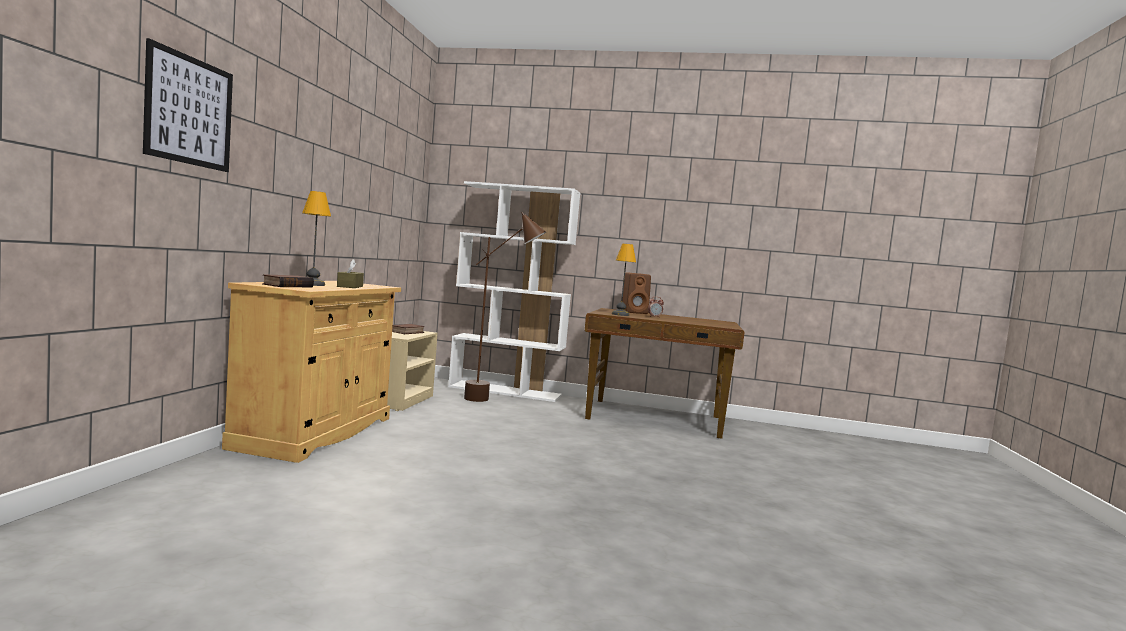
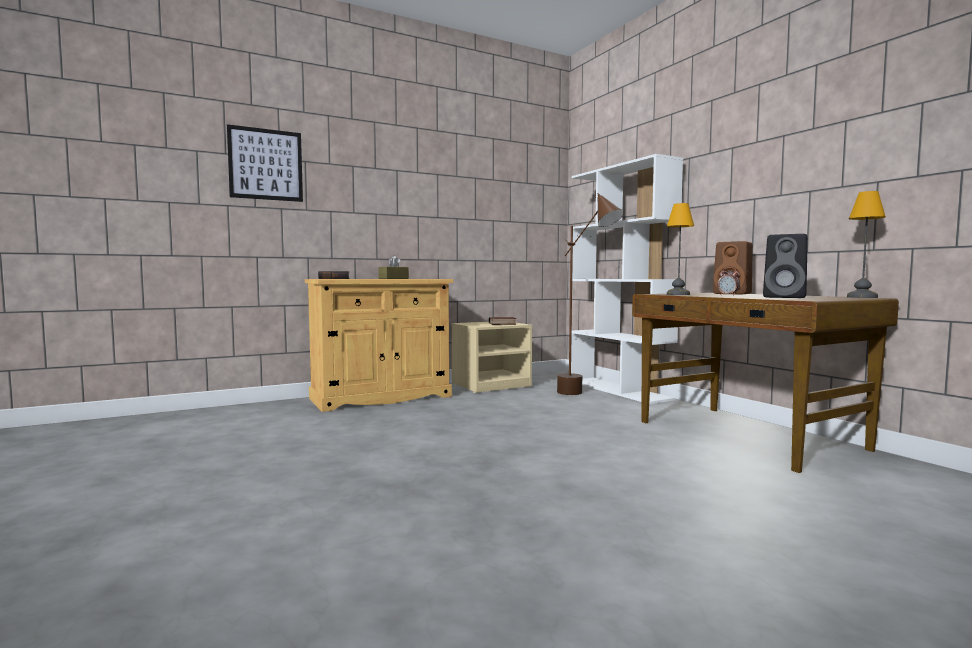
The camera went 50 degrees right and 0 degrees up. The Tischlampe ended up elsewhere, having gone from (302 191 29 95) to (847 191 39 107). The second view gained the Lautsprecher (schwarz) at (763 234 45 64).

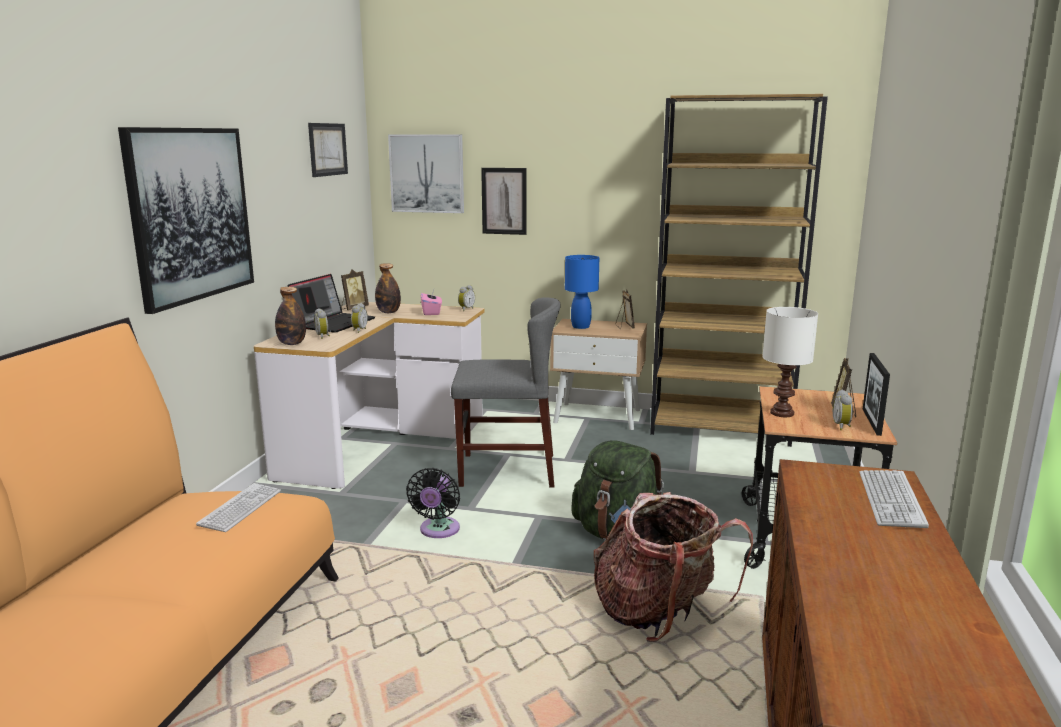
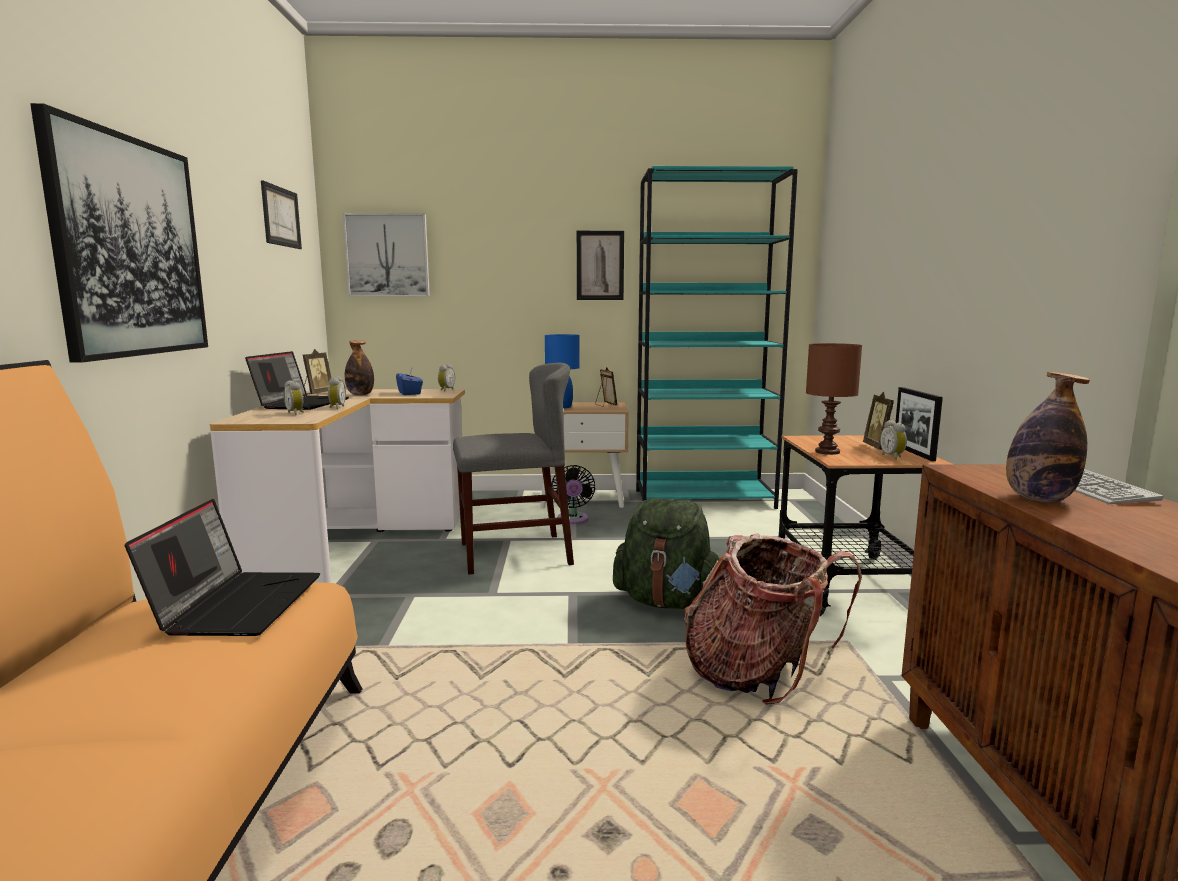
The camera went 15 degrees left and 5 degrees down. What was the Bücherregal (braun) at (650 94 178 353) turned into the Bücherregal (türkis) at (636 166 162 343). The Bild ended up elsewhere, having gone from (481 168 45 67) to (577 231 47 69). The Flasche ended up elsewhere, having gone from (275 287 31 58) to (1006 372 84 130). What was the Taschentuchbox (rosa) at (421 290 21 25) turned into the Taschentuchbox (blau) at (396 367 27 28). What was the Tischlampe (weiß) at (762 307 56 110) turned into the Tischlampe (braun) at (806 343 56 112). The Ventilator (schwarz) ended up elsewhere, having gone from (406 468 54 70) to (551 465 44 59). Where the Tastatur stood at (196 483 85 49), the Laptop came to stand at (125 499 195 137).

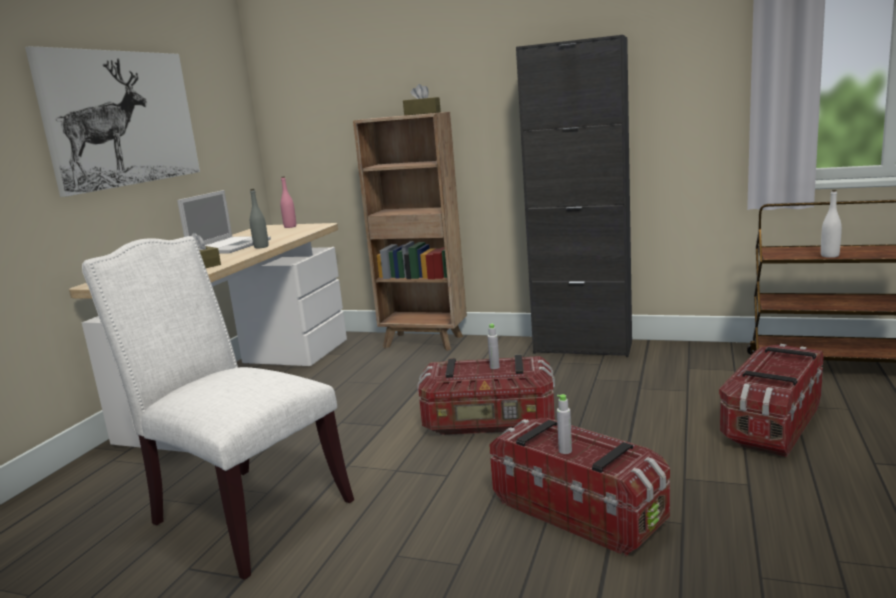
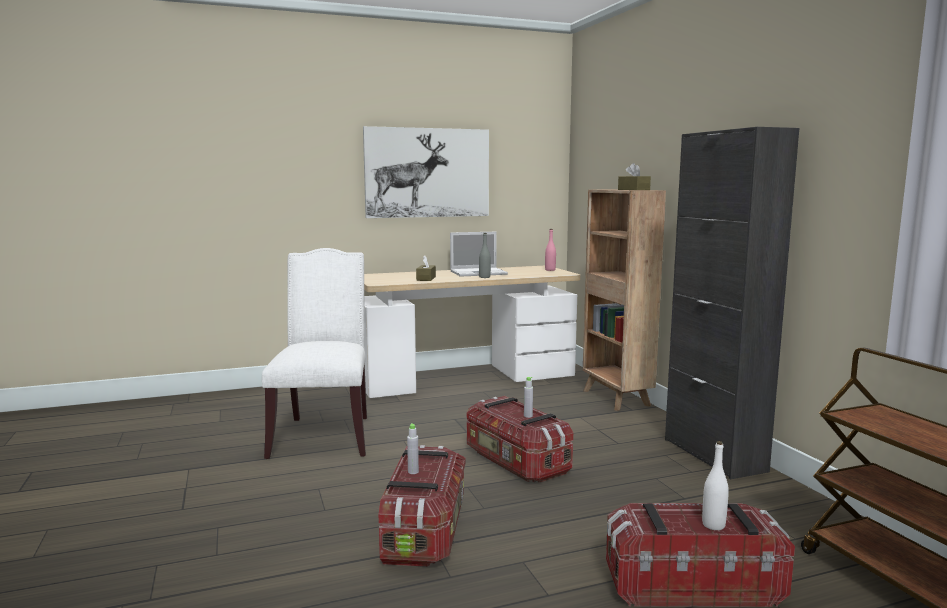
The camera went 50 degrees right and 5 degrees down. The Flasche (weiß) ended up elsewhere, having gone from (821 190 21 68) to (702 441 27 89).

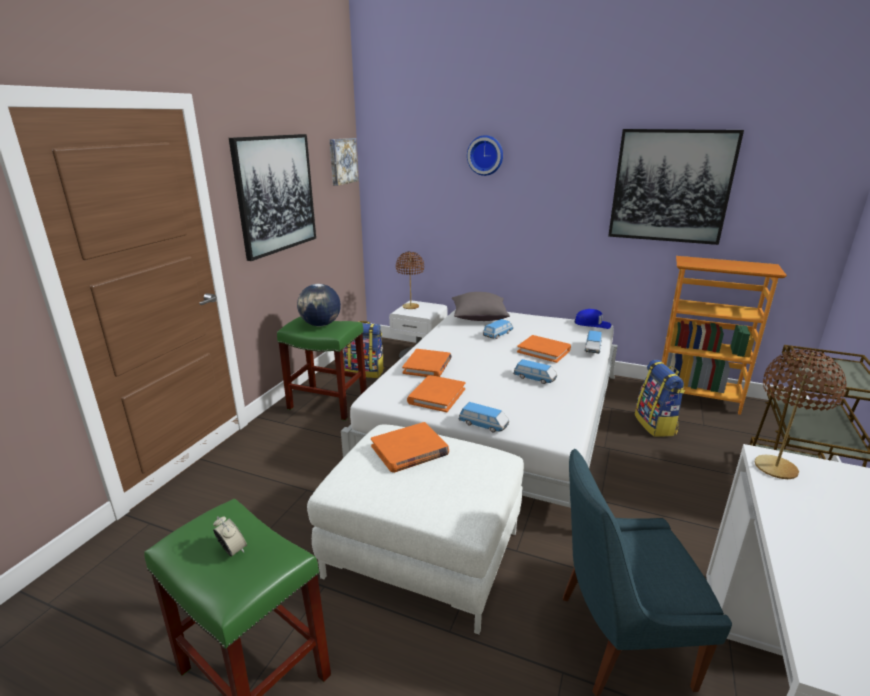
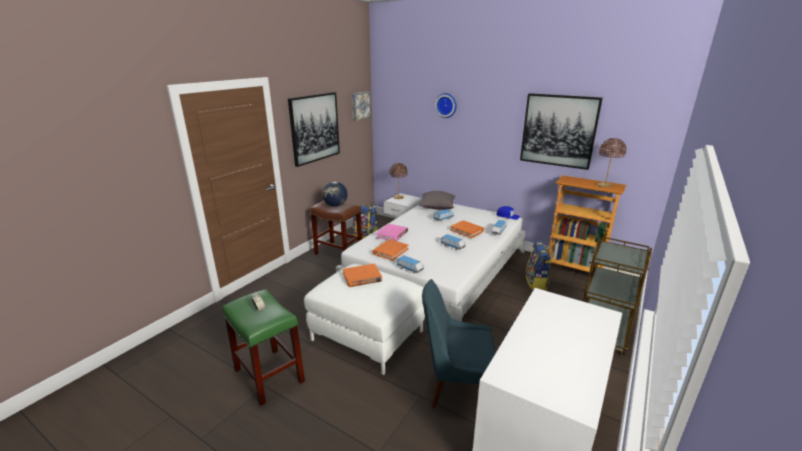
The camera went 10 degrees right and 0 degrees up. What was the Hocker (grün) at (277 316 90 105) turned into the Hocker (braun) at (310 201 52 54). What was the Buch (orange) at (402 349 50 28) turned into the Buch (rosa) at (376 224 32 17). The Tischlampe (braun) ended up elsewhere, having gone from (754 349 93 130) to (598 138 28 50).

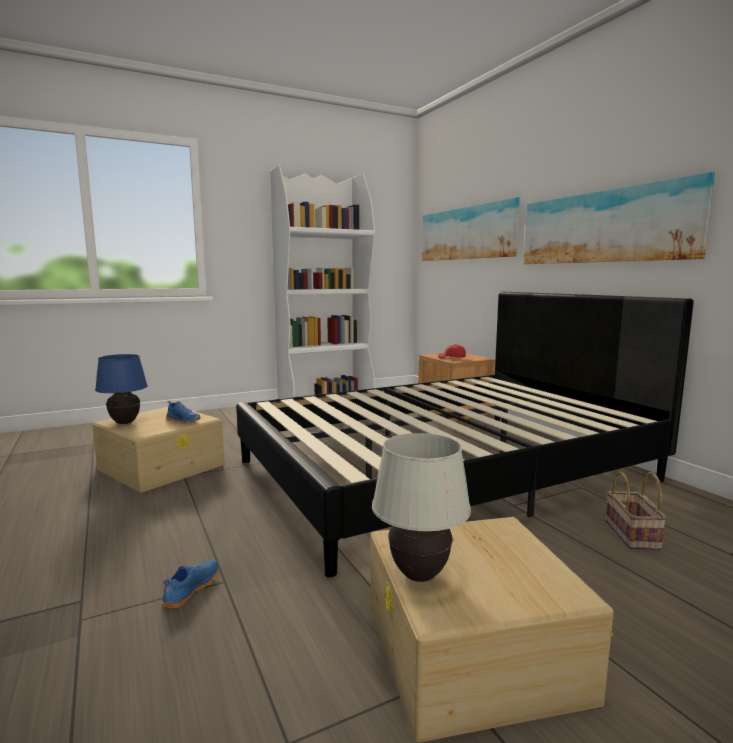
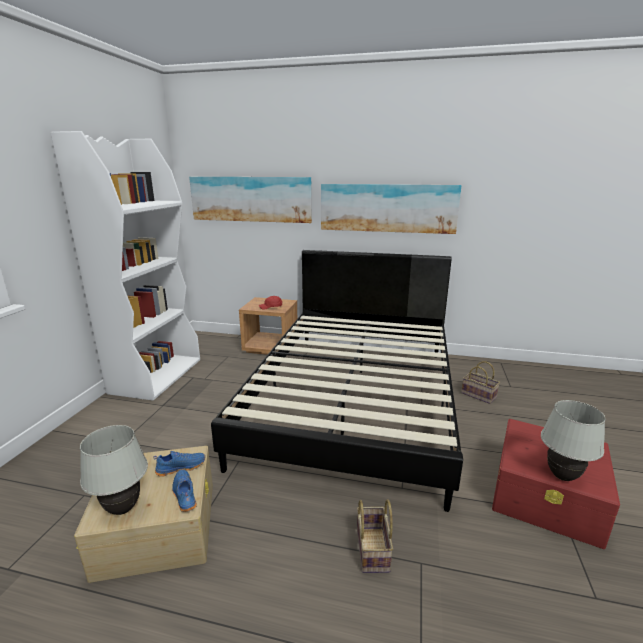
The camera went 50 degrees left and 10 degrees up. What was the Tischlampe (blau) at (95 354 53 70) turned into the Tischlampe (weiß) at (80 425 68 90). What was the Aufbewahrungsbox (beige) at (370 517 244 225) turned into the Aufbewahrungsbox (rot) at (492 419 128 130). The Schuh (blau) ended up elsewhere, having gone from (162 559 56 49) to (172 469 25 43). The second view gained the Korb at (357 499 36 74).

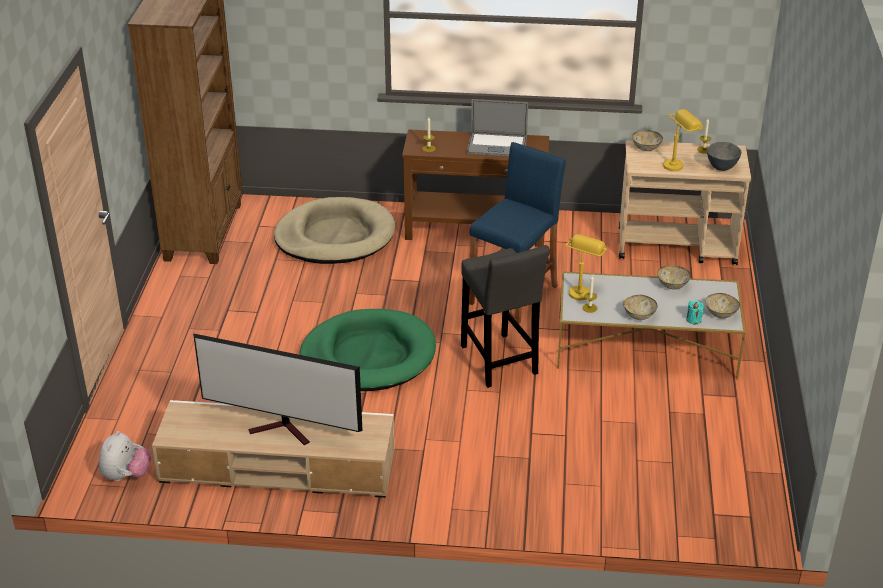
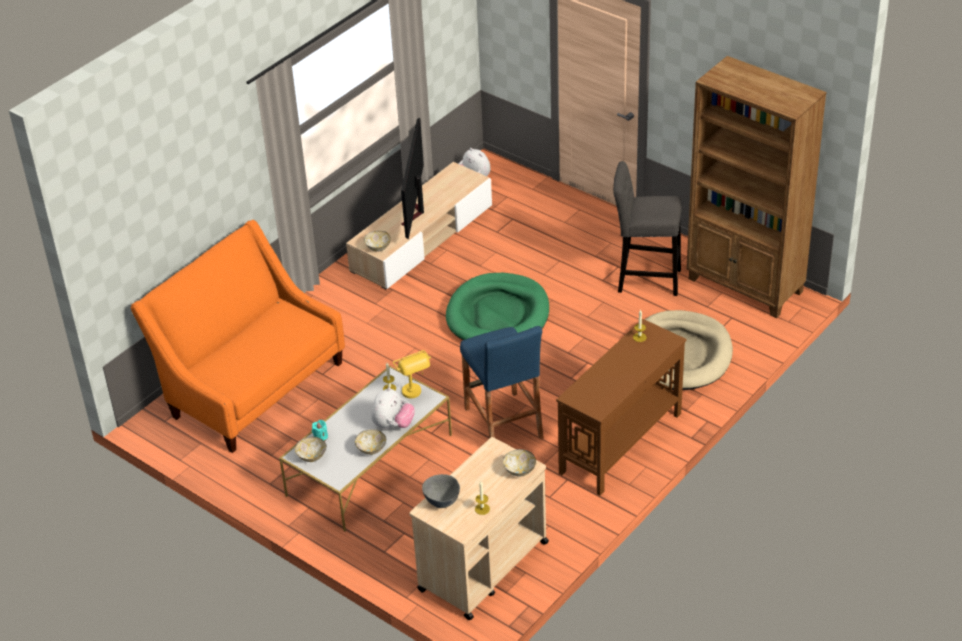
The camera went 125 degrees right and 5 degrees up. The second view lost the Laptop at (467 99 61 57). The second view lost the Tischlampe (gelb) at (663 109 40 62). The Hocker (grau) ended up elsewhere, having gone from (461 245 89 143) to (613 161 69 135). The Schüssel ended up elsewhere, having gone from (623 295 35 25) to (364 231 27 21). The Fernseher at (193 333 170 112) ended up facing another way, 45 degrees counterclockwise from before. The second view gained the Sofa (orange) at (131 220 214 233). The second view gained the Plüschtier at (371 387 44 42).

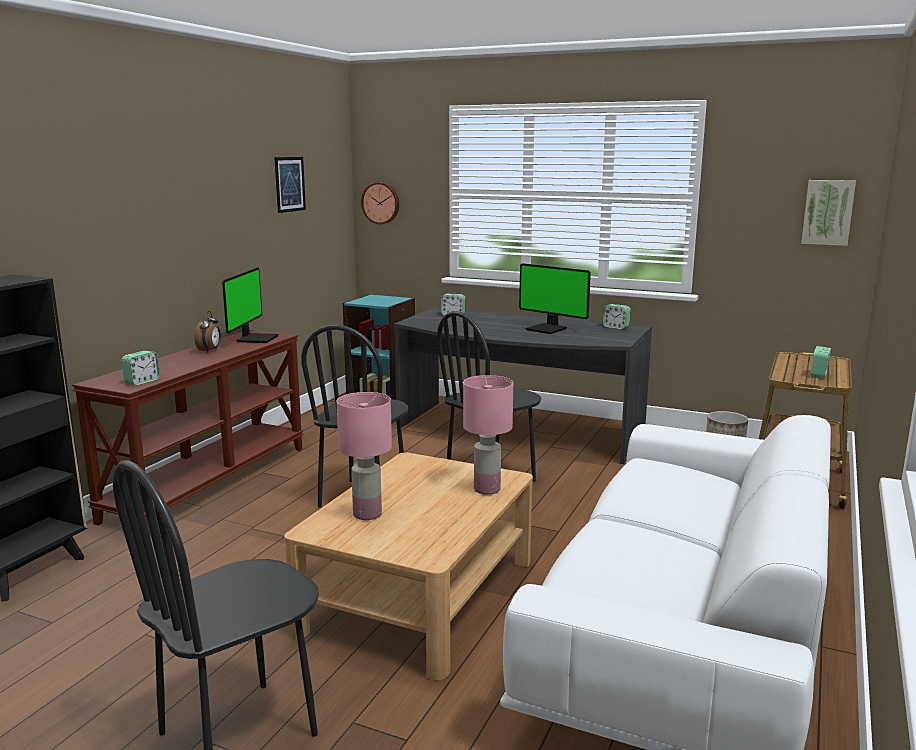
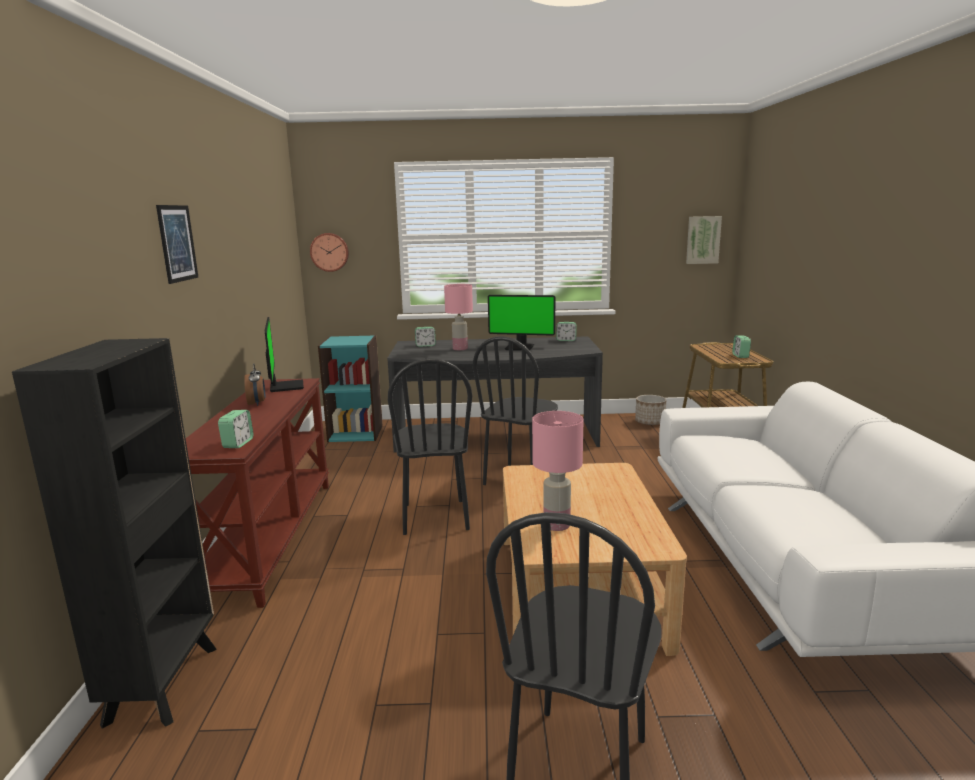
The camera went 25 degrees left and 0 degrees up. The Bild ended up elsewhere, having gone from (274 157 32 56) to (156 205 42 79). The Tischlampe (rosa) ended up elsewhere, having gone from (463 375 50 120) to (444 284 29 66).

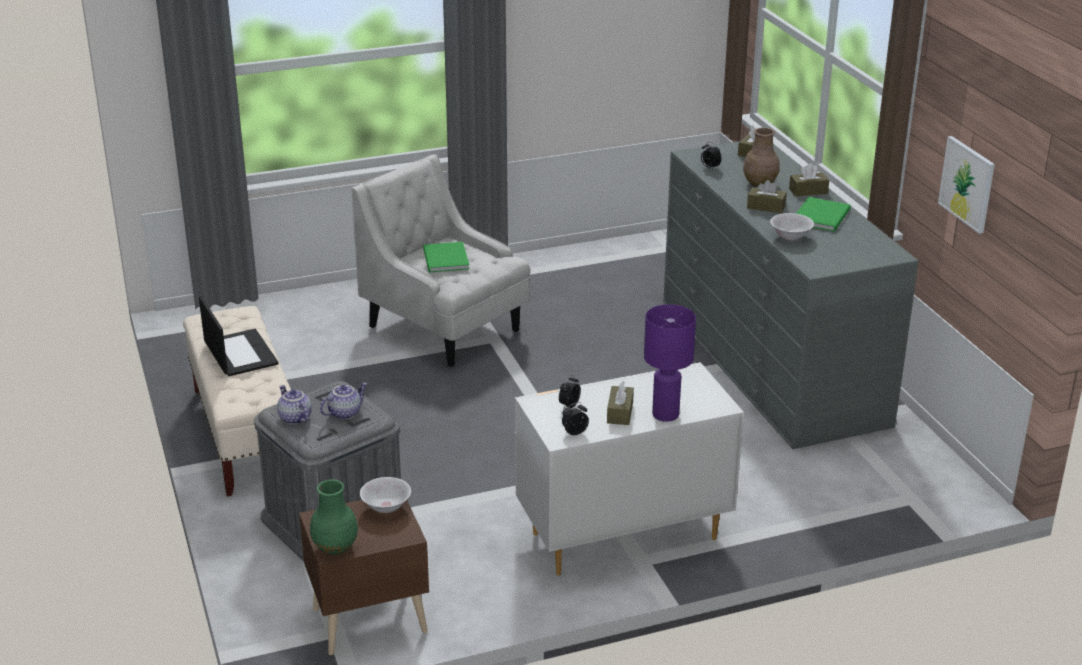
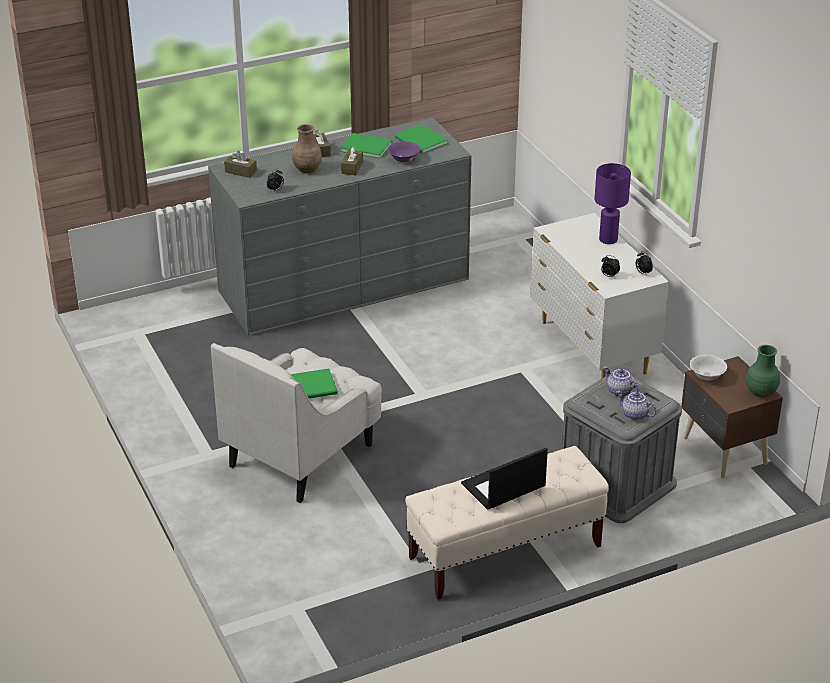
The camera went 95 degrees left and 5 degrees up. The second view lost the Bild at (938 136 57 98). What was the Schüssel (weiß) at (770 213 44 28) turned into the Schüssel (lila) at (388 141 33 22). The second view lost the Taschentuchbox (braun) at (607 381 27 44). The Teekanne at (277 385 35 39) ended up facing another way, 75 degrees clockwise from before. The second view gained the Buch (grün) at (395 125 53 29).

